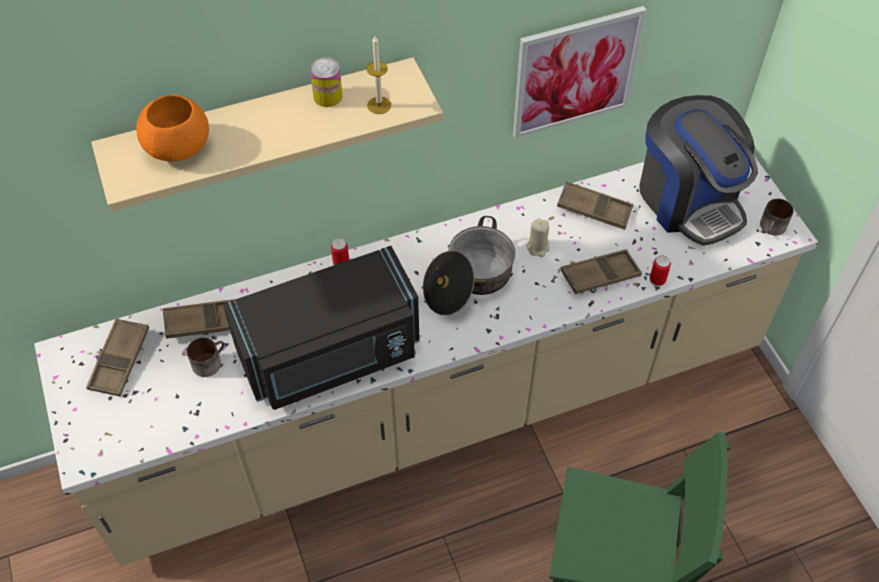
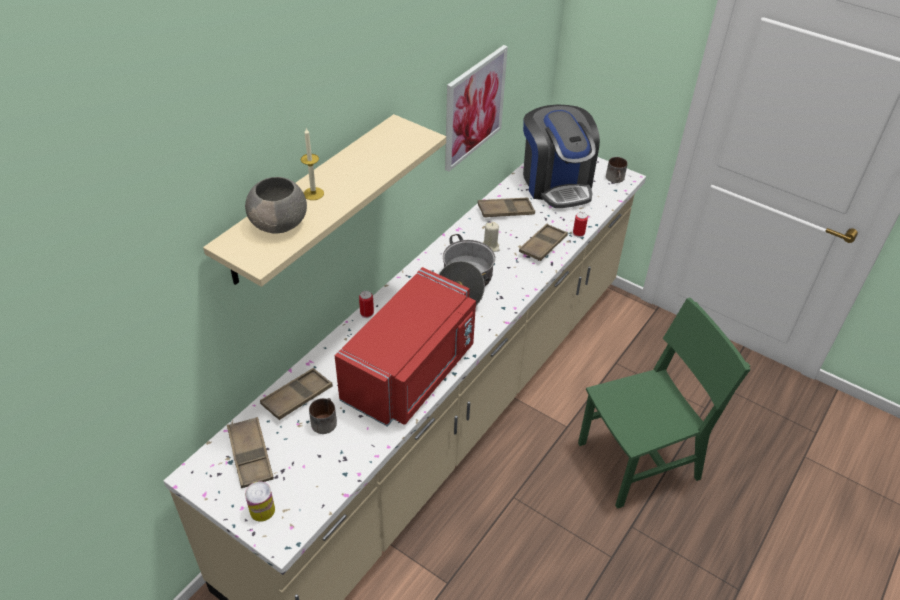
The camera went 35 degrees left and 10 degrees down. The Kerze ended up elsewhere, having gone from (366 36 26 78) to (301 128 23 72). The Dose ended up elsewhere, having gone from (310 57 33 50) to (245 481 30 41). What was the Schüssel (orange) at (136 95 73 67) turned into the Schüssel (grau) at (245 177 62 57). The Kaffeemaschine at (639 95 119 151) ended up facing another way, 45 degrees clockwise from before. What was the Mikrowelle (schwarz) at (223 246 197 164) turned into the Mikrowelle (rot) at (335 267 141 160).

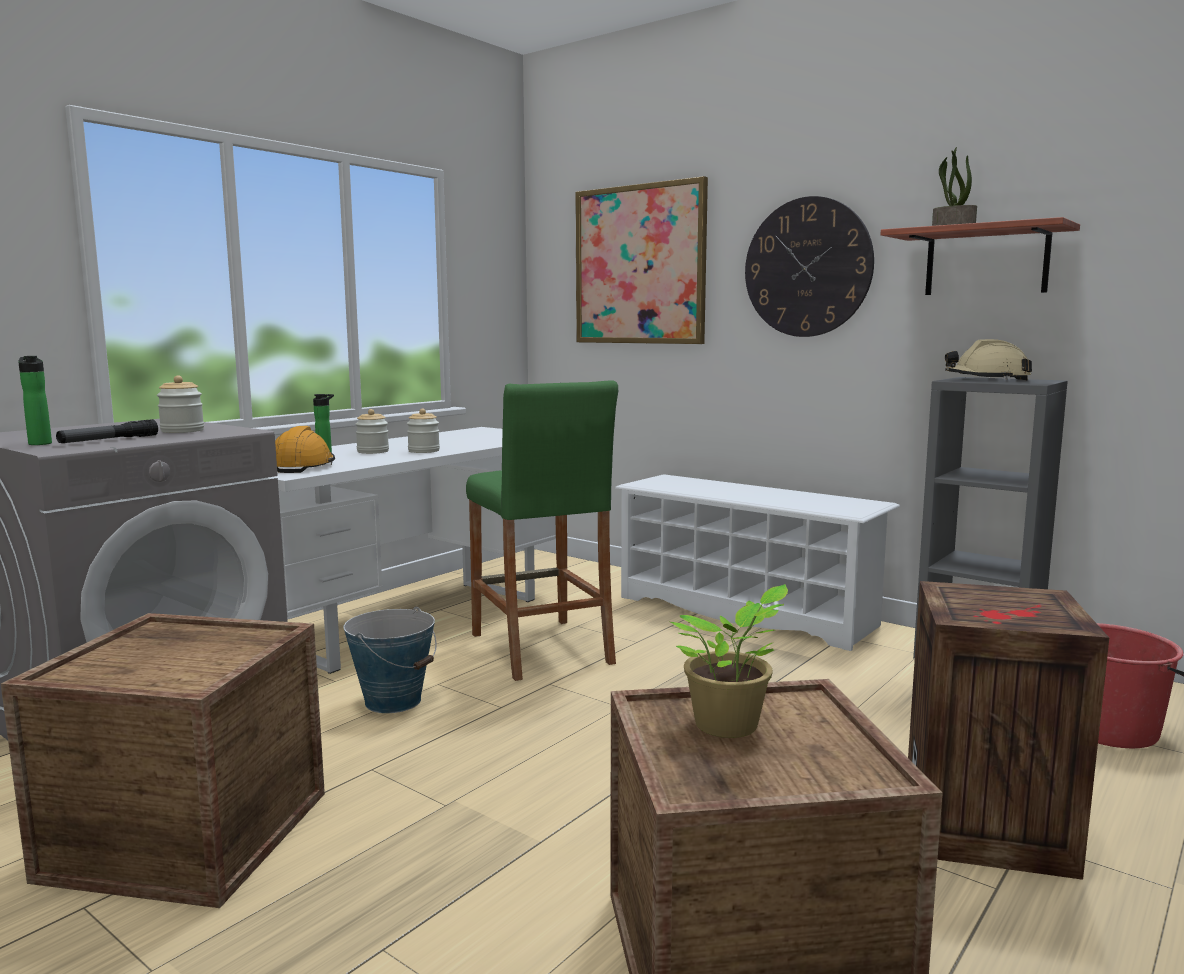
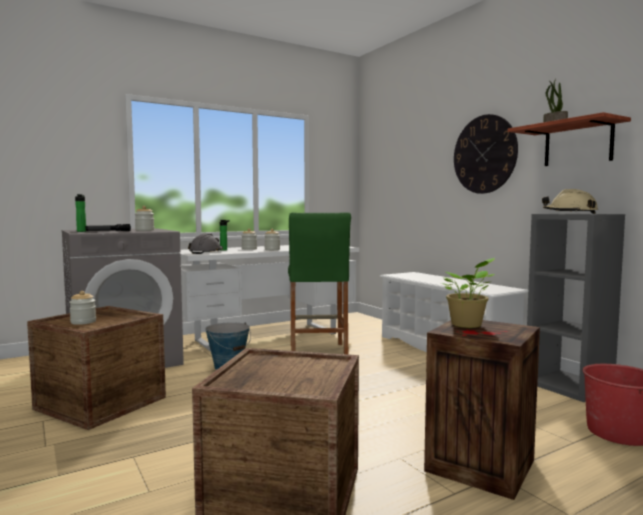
The camera went 20 degrees right and 5 degrees down. The second view lost the Bild at (576 176 132 168). What was the Schutzhelm (orange) at (275 426 60 47) turned into the Schutzhelm (grau) at (188 233 35 21). The Topfpflanze ended up elsewhere, having gone from (671 584 117 154) to (441 258 54 70). The second view gained the Vorratsglas at (69 291 27 34).

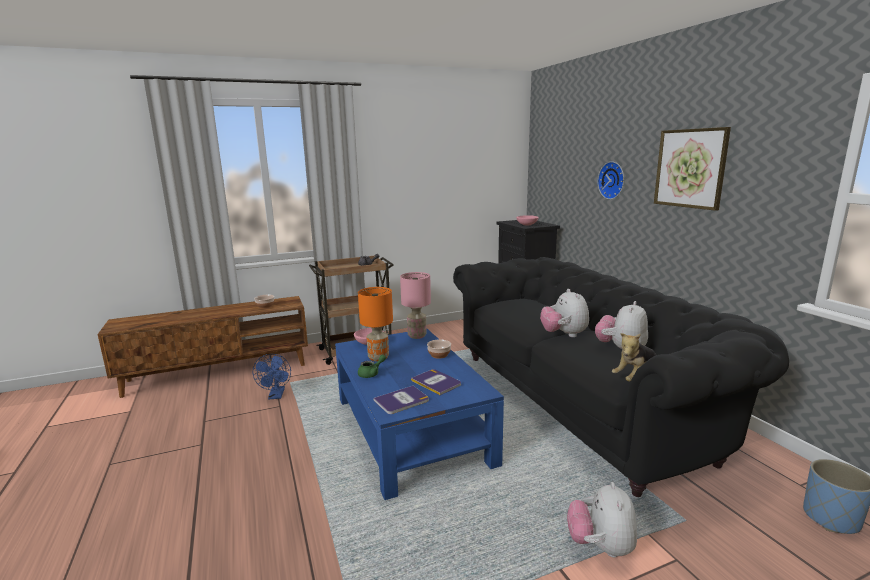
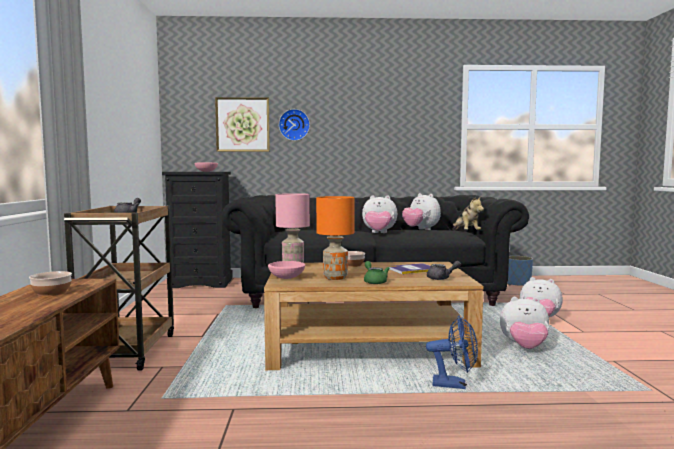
The camera went 70 degrees left and 10 degrees down. The Bild ended up elsewhere, having gone from (654 127 77 84) to (215 97 55 55). What was the Couchtisch (blau) at (335 329 169 171) turned into the Couchtisch (braun) at (264 262 220 108). The Ventilator (blau) ended up elsewhere, having gone from (253 354 38 45) to (426 316 52 73). Where the Buch stood at (373 386 56 28), the Teekanne (grau) came to stand at (427 261 34 19). The second view gained the Plüschtier at (500 297 49 52).

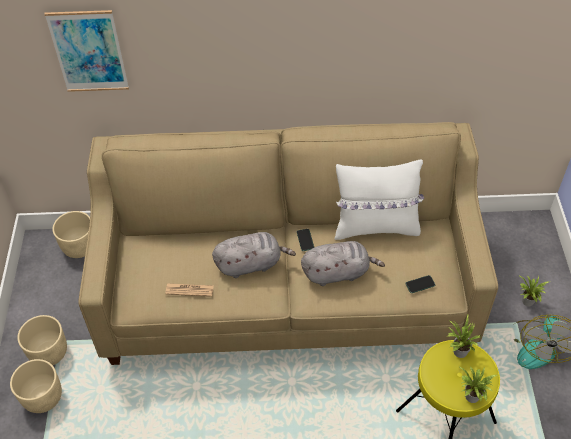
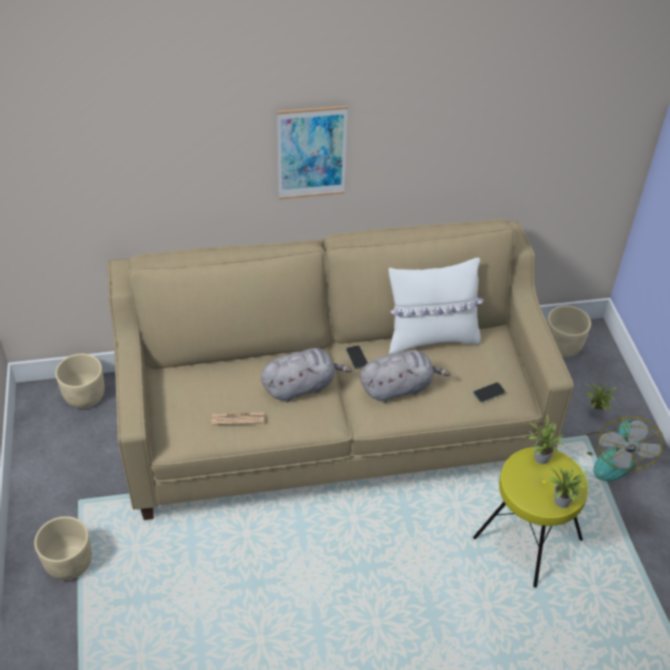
The camera went 10 degrees left and 5 degrees down. The Bild ended up elsewhere, having gone from (44 10 85 82) to (277 106 71 93). The Pflanzkübel (beige) ended up elsewhere, having gone from (17 315 50 50) to (547 306 44 51).

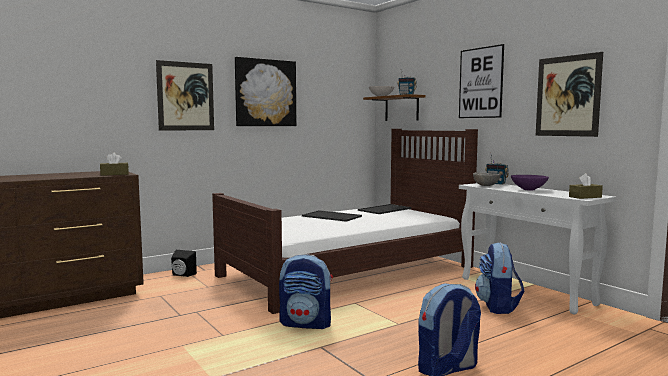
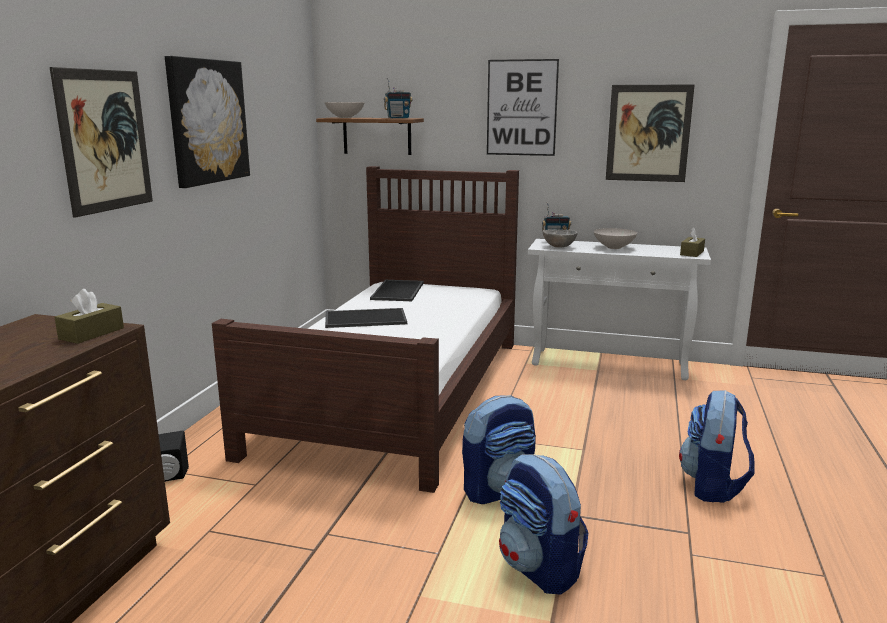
The camera went 40 degrees left and 10 degrees up. What was the Schüssel (lila) at (511 175 38 15) turned into the Schüssel (weiß) at (594 228 43 21). The Rucksack ended up elsewhere, having gone from (475 242 50 72) to (499 454 89 141).

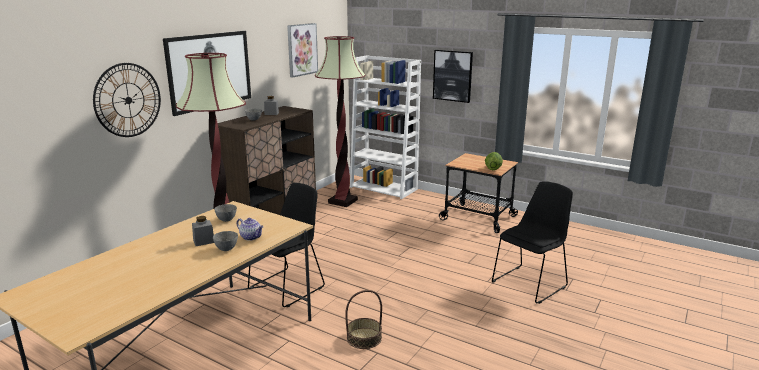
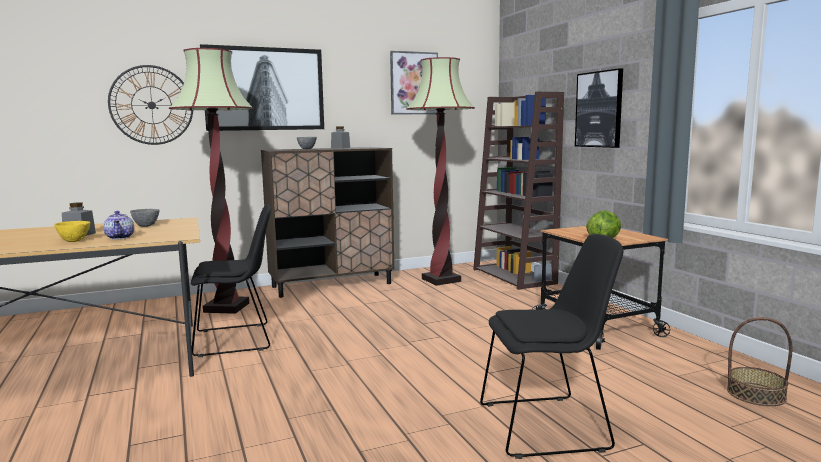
The camera went 35 degrees right and 10 degrees down. What was the Bücherregal (weiß) at (350 55 71 144) turned into the Bücherregal (braun) at (473 92 91 198). What was the Schüssel (grau) at (213 231 25 20) turned into the Schüssel (gelb) at (54 221 36 21). The Korb ended up elsewhere, having gone from (345 290 37 59) to (727 317 66 89).

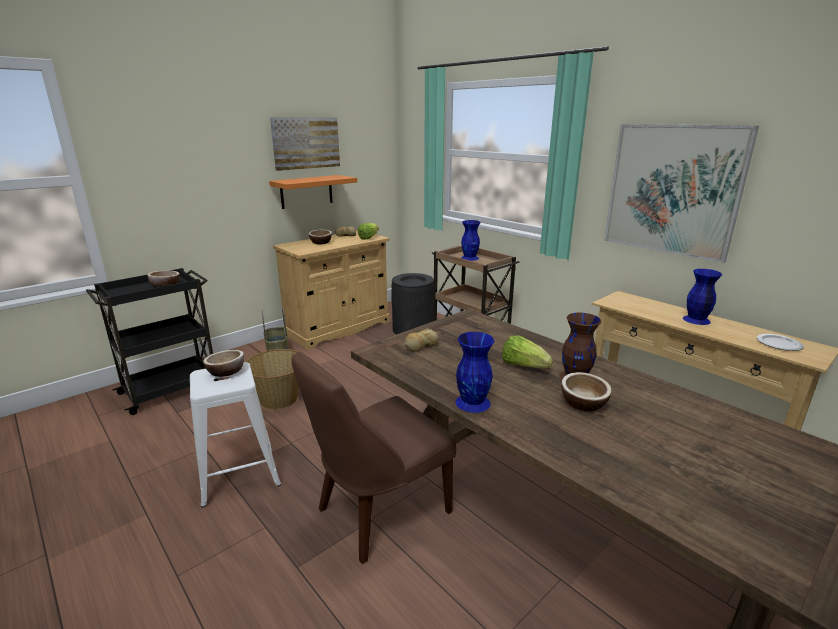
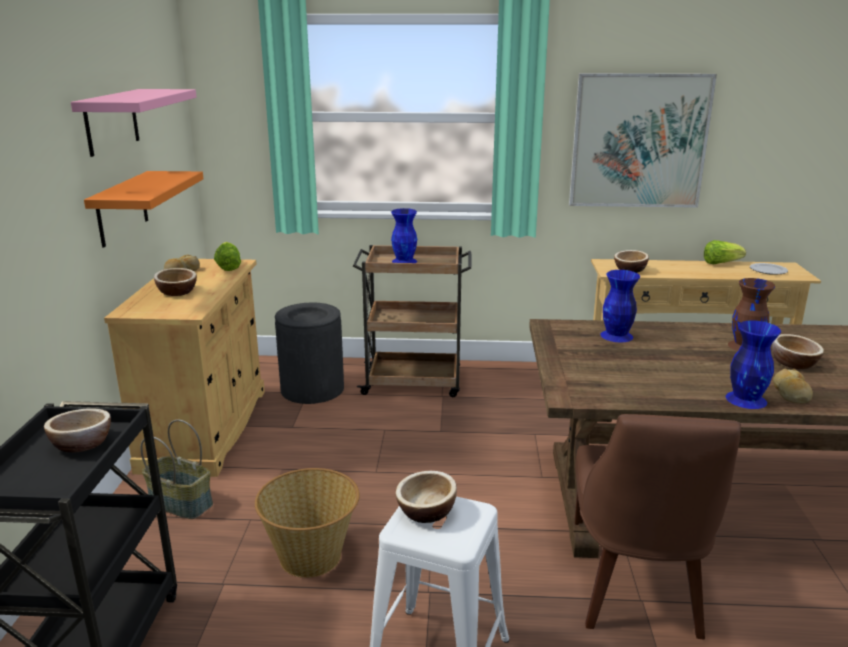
The camera went 45 degrees left and 0 degrees up. Where the Bild hung at (270 117 70 54), the Wandregal (rosa) came to hang at (71 89 125 68). The Vase (blau) ended up elsewhere, having gone from (683 269 39 56) to (600 270 40 72). The Brot ended up elsewhere, having gone from (405 328 34 24) to (773 369 40 35). The Salatkopf ended up elsewhere, having gone from (502 335 51 33) to (704 240 42 24). The second view gained the Schüssel at (614 250 35 23).

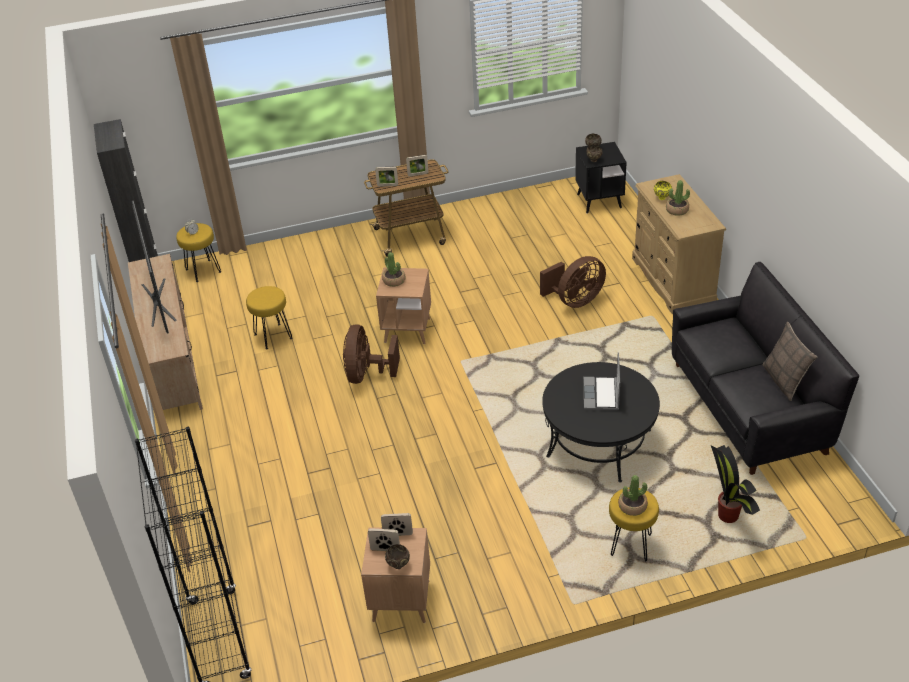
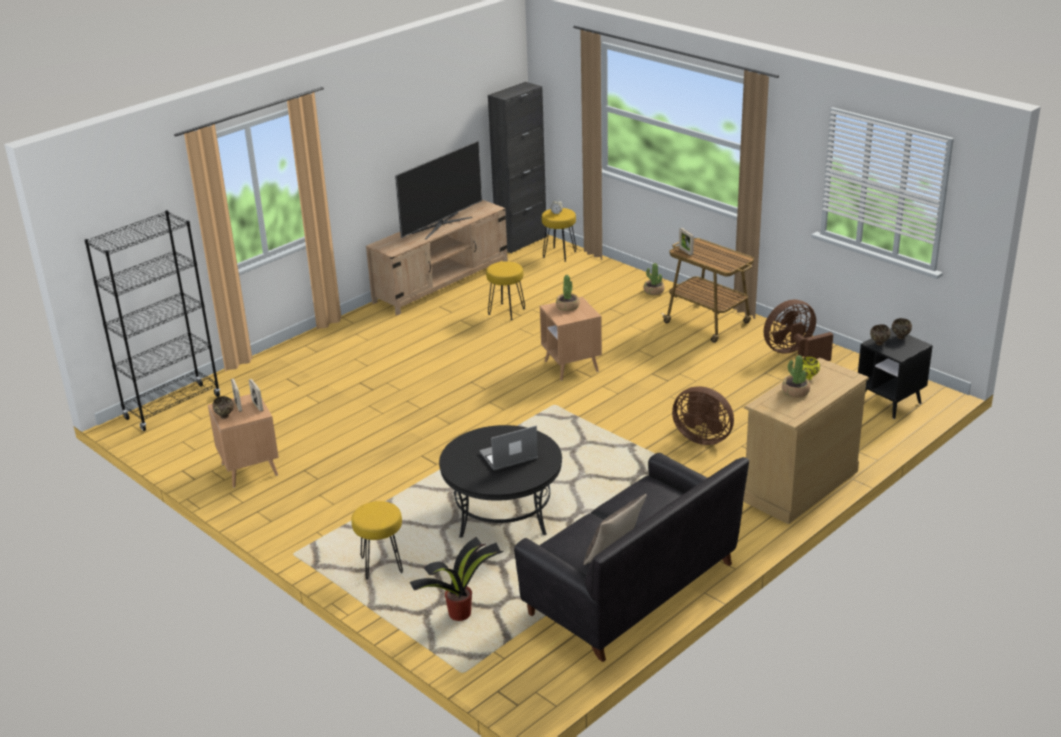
The camera went 60 degrees right and 10 degrees down. The second view lost the Bilderrahmen at (406 155 22 22). The Ventilator (braun) ended up elsewhere, having gone from (343 324 57 60) to (764 300 69 61). The Topfpflanze ended up elsewhere, having gone from (618 475 30 41) to (644 263 21 32).

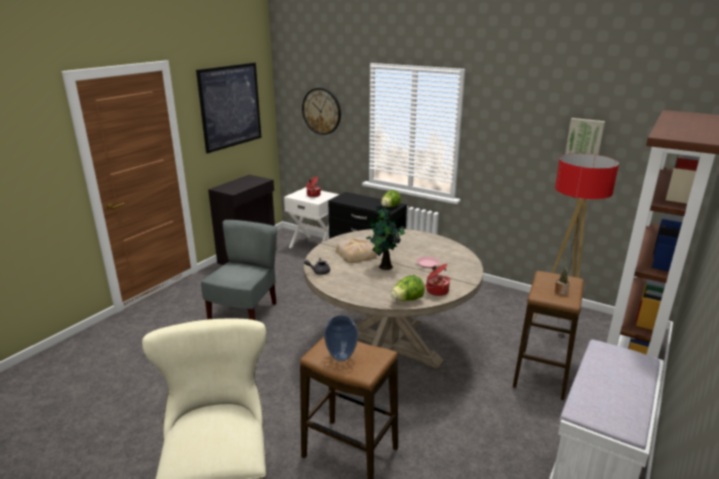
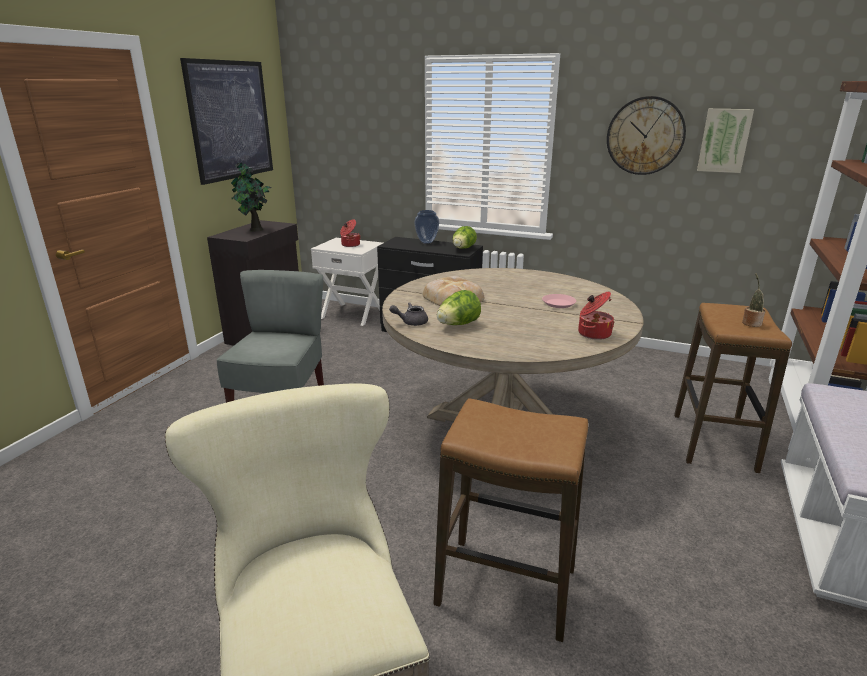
The camera went 10 degrees left and 0 degrees up. The Wanduhr ended up elsewhere, having gone from (302 88 39 47) to (607 96 79 79). The second view lost the Stehlampe at (533 153 86 185). The Topfpflanze ended up elsewhere, having gone from (366 205 40 65) to (231 162 41 70). The Salatkopf ended up elsewhere, having gone from (391 275 34 26) to (437 290 44 35). The Vase ended up elsewhere, having gone from (324 316 35 45) to (414 210 25 34).

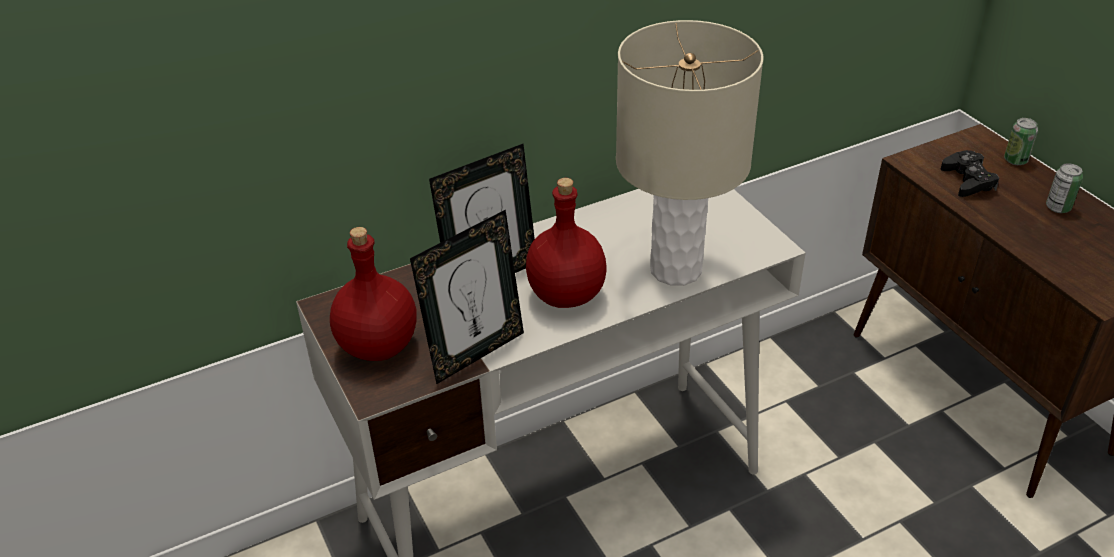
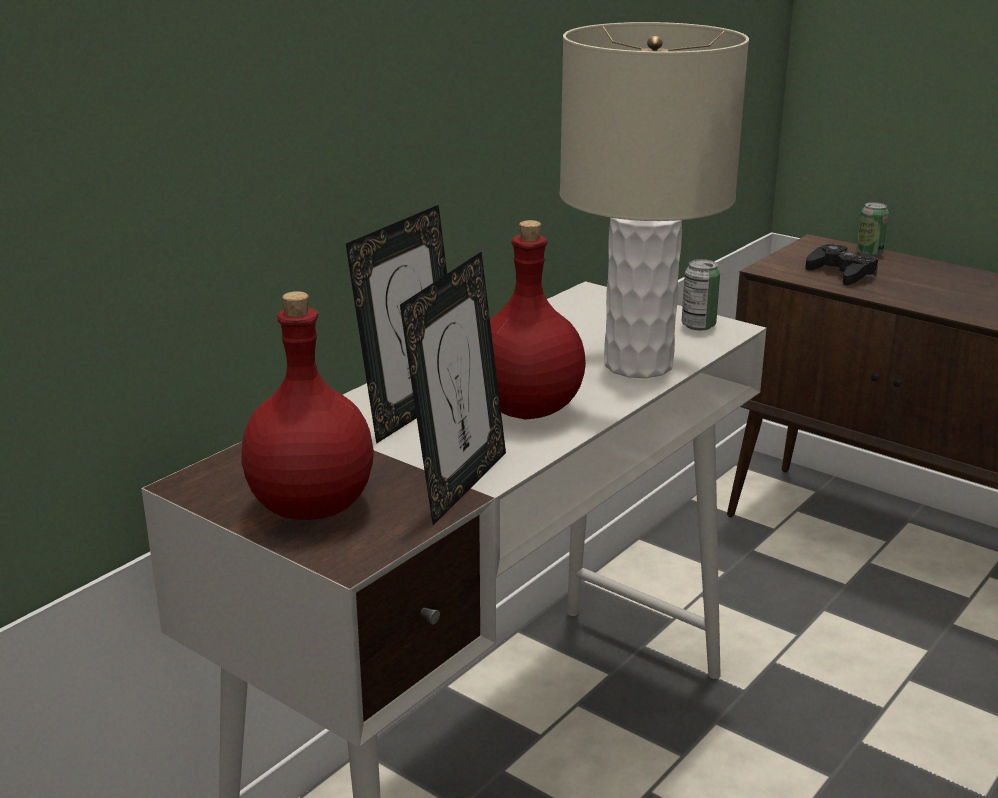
The camera went 25 degrees left and 15 degrees down. The Dose ended up elsewhere, having gone from (1046 163 37 50) to (682 259 38 72).

